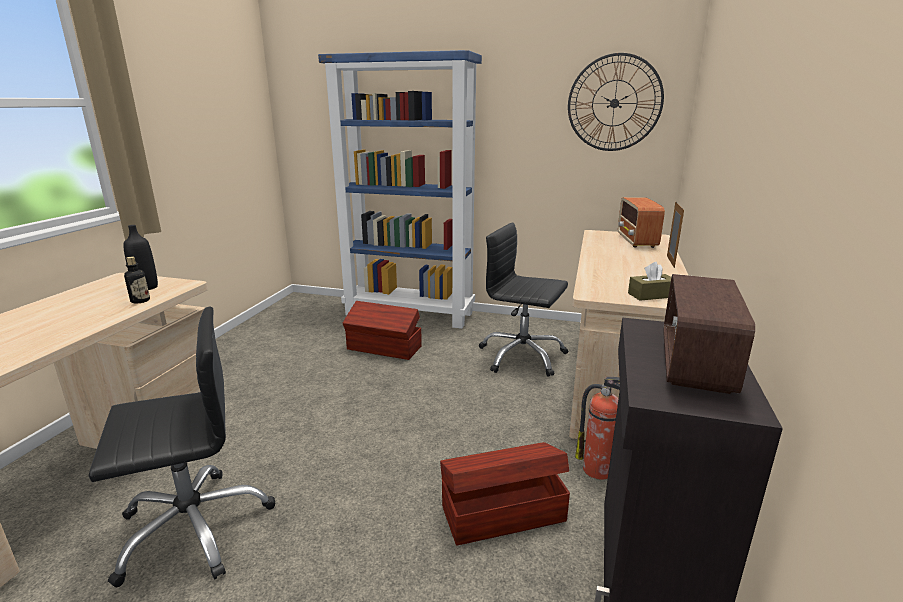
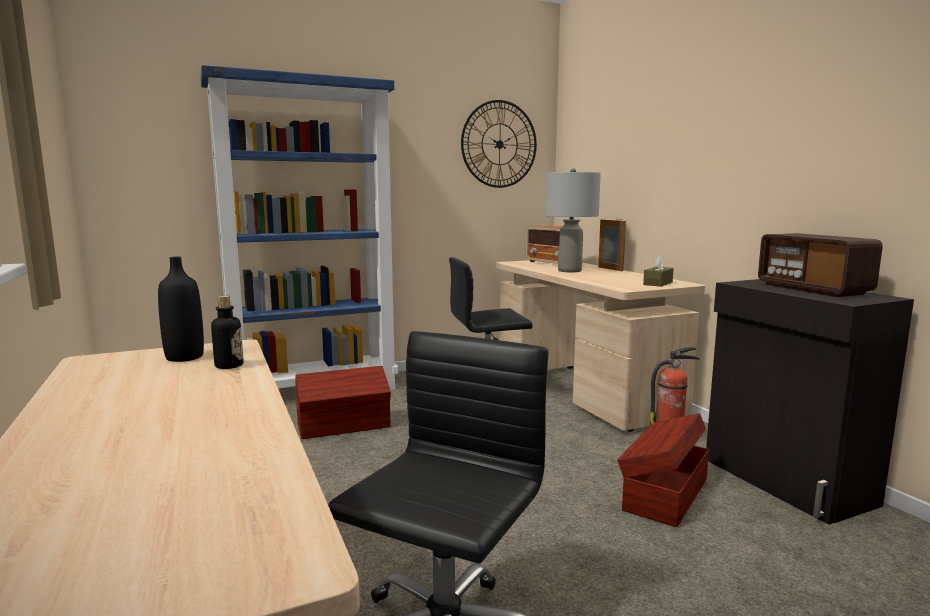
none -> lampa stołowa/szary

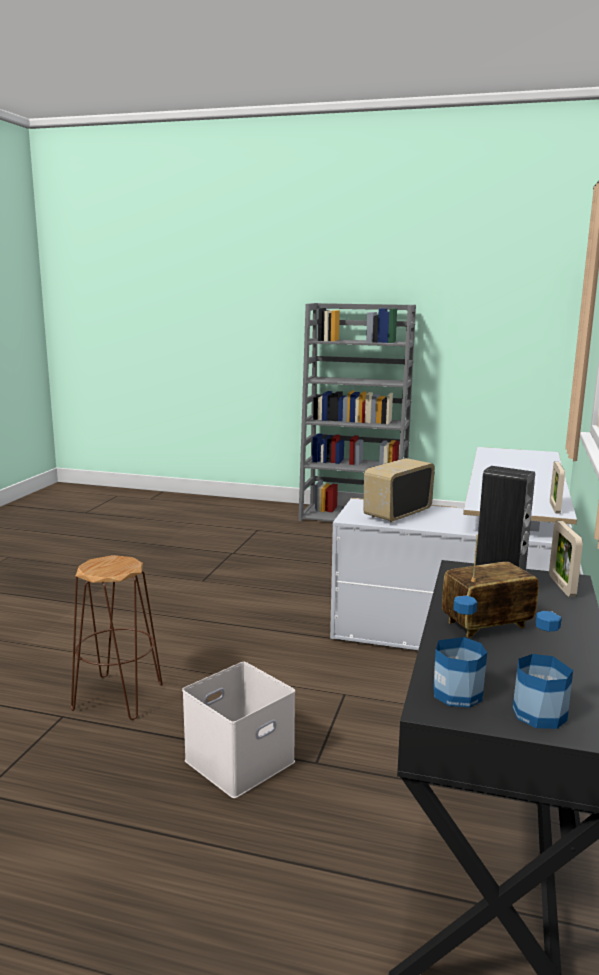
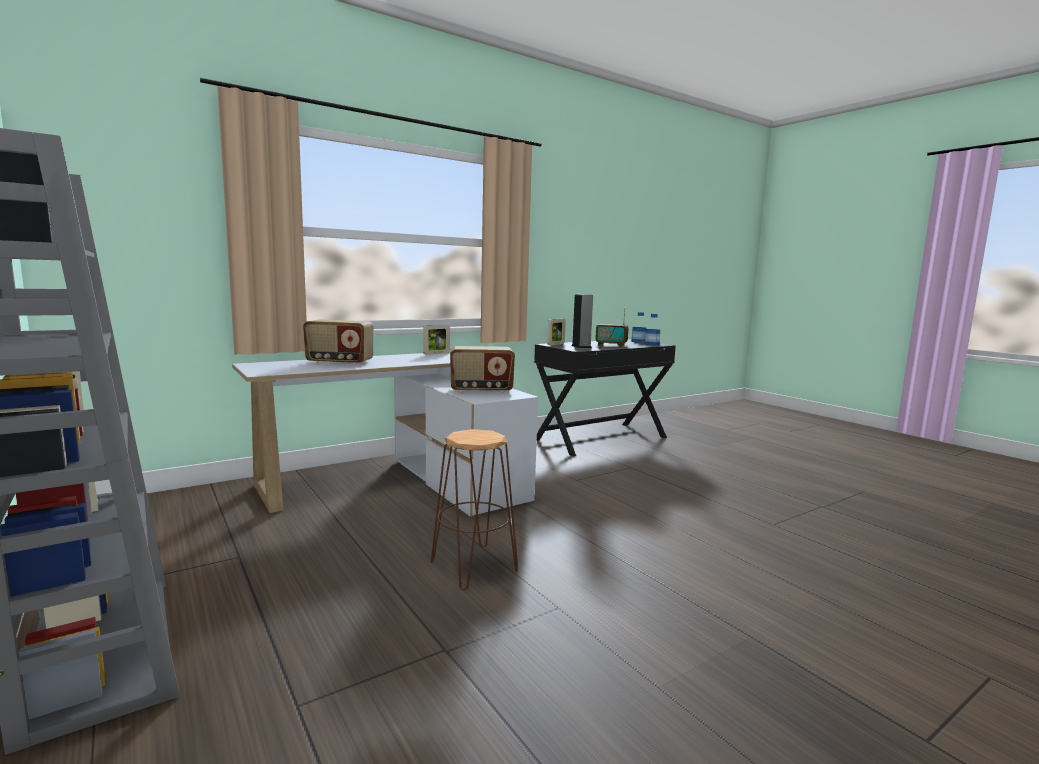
stołek/brązowy, move
pojemnik do przechowywania/biały -> none
none -> radio (1st from left)

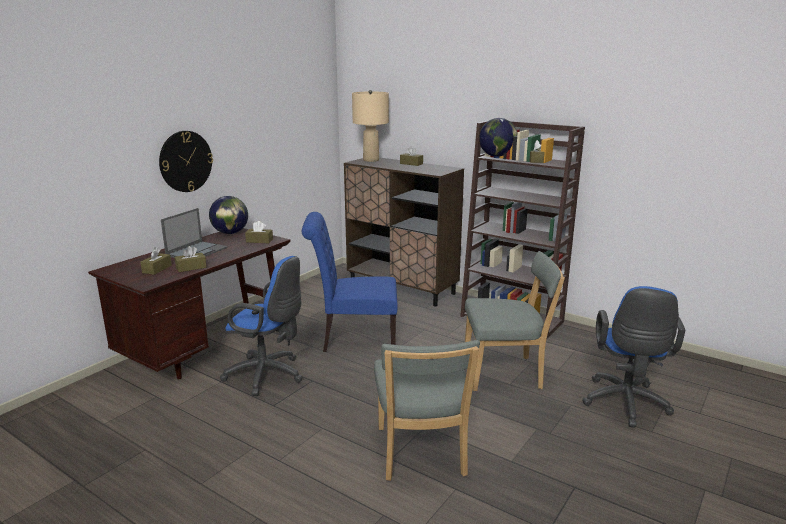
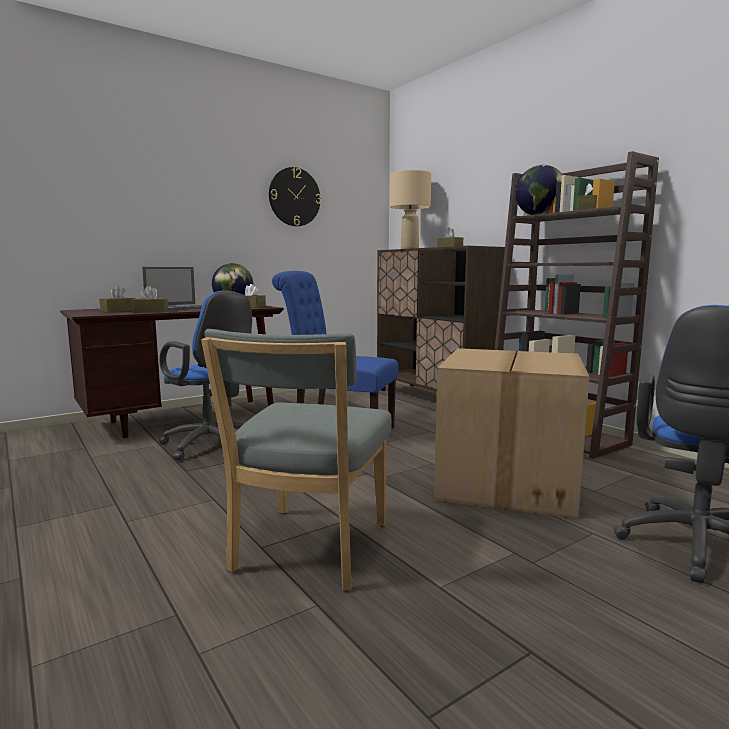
zegar ścienny, move
krzesło/szary (2nd from left) -> karton

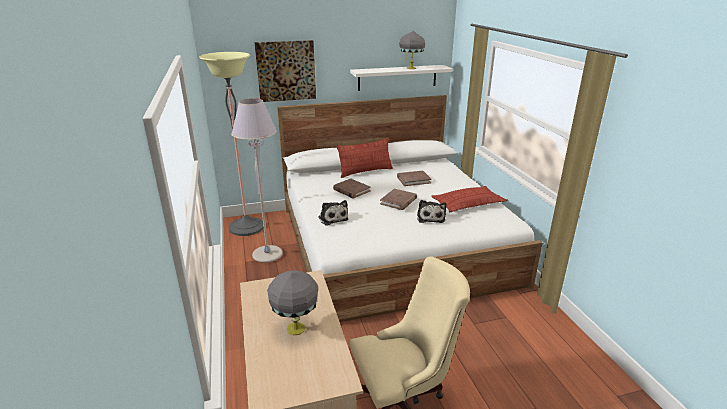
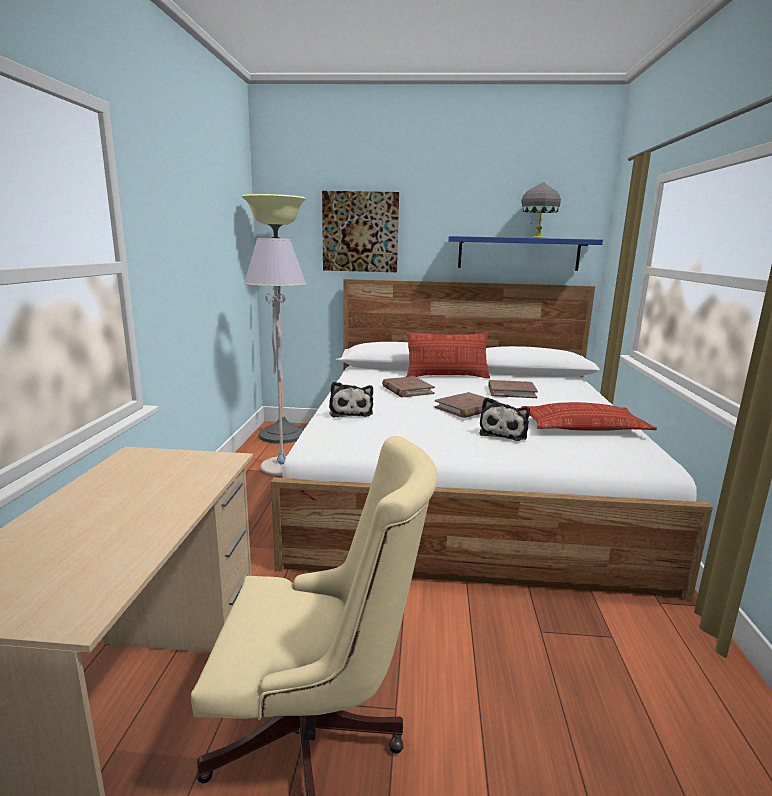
lampa stołowa/szary (1st from left) -> none
półka/biały -> półka/niebieski

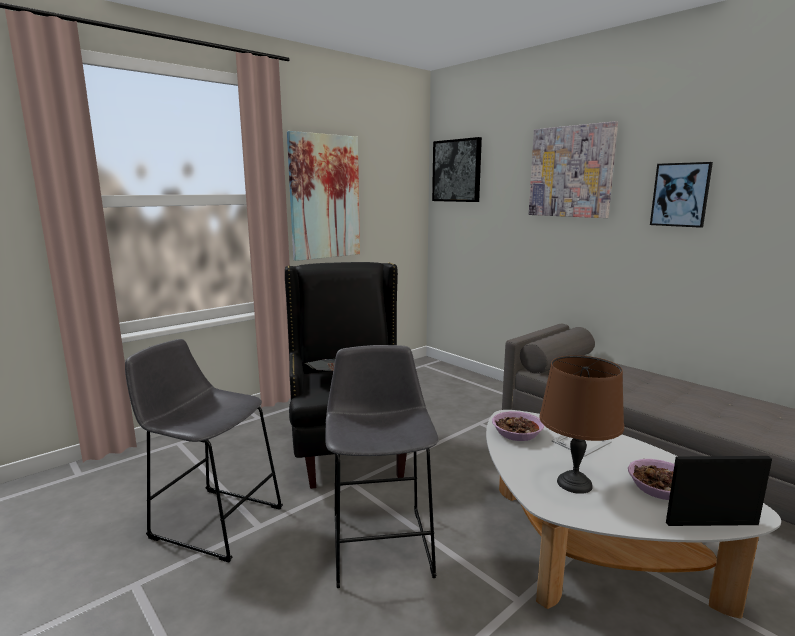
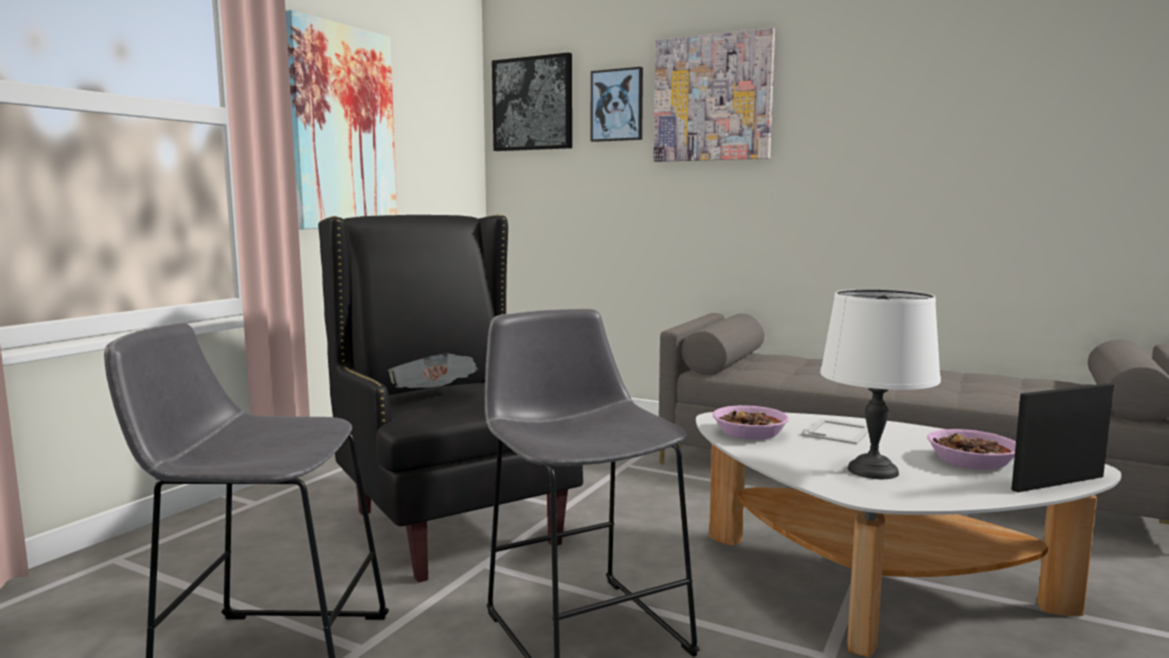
lampa stołowa/brązowy -> lampa stołowa/biały
obraz (4th from left in the first image) -> obraz (3rd from left), move

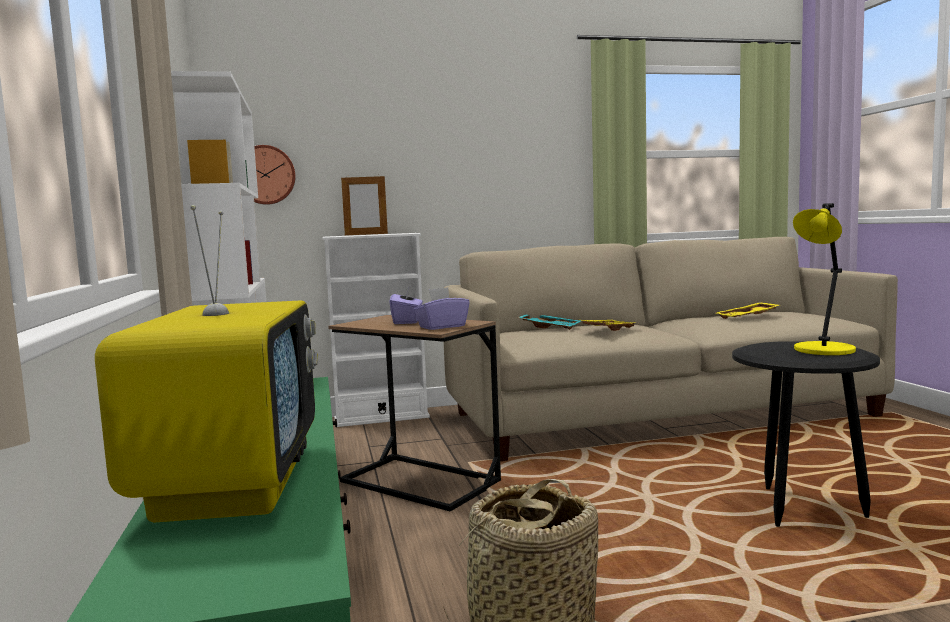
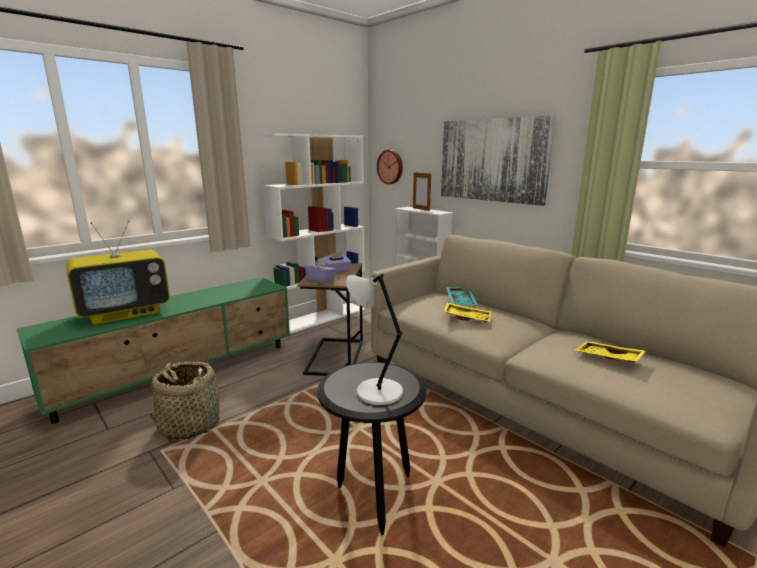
lampa stołowa/żółty -> lampa stołowa/szary
none -> obraz

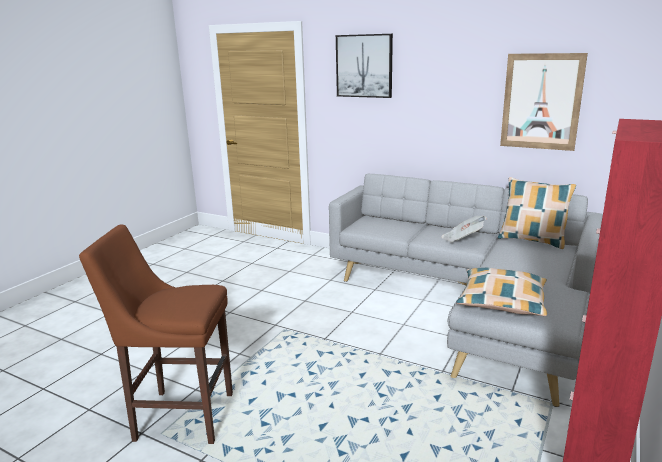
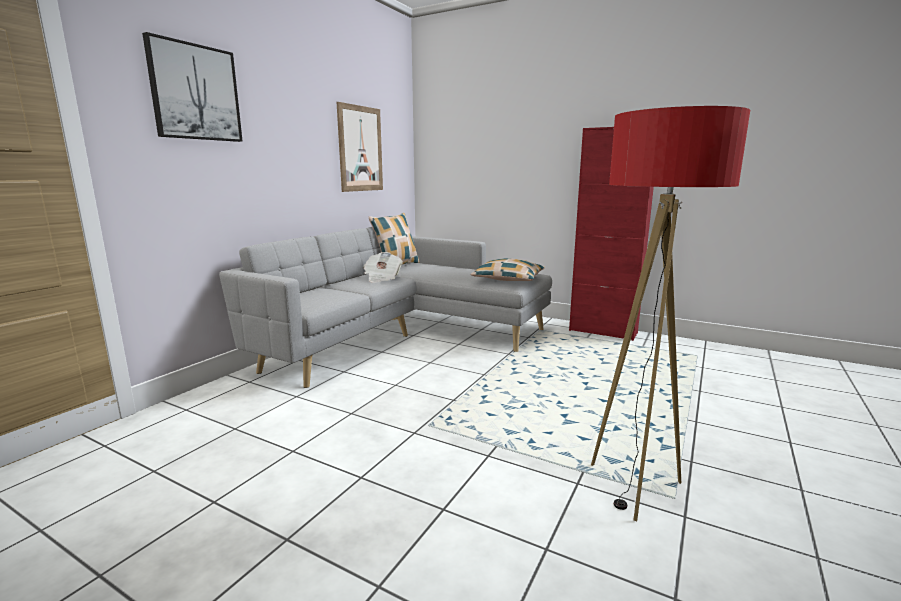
stołek/brązowy -> lampa stojąca

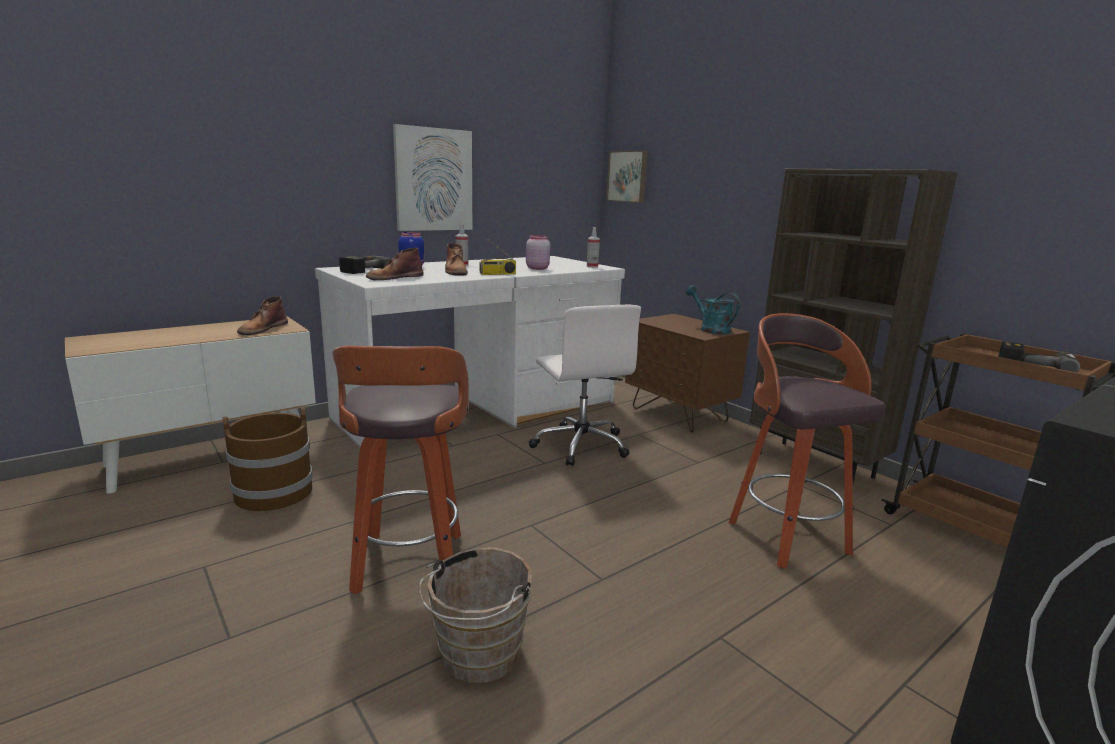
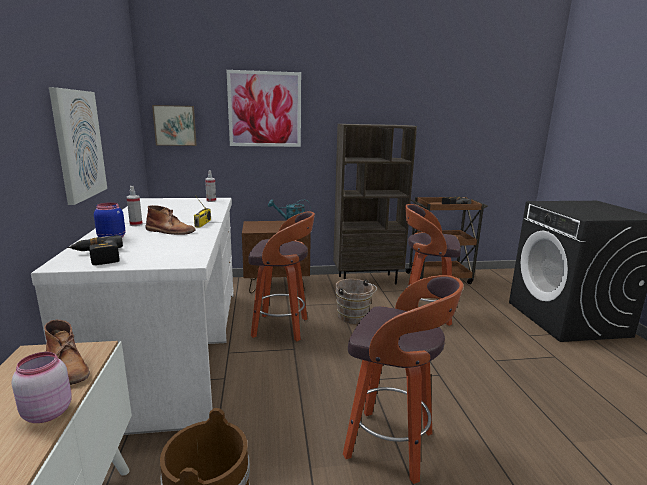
but z cholewką/brązowy (2nd from left) -> none
wiadro/brązowy (2nd from left), move
słoik/różowy, move
krzesło biurowe/biały -> stołek (1st from left)
none -> obraz (3rd from left)

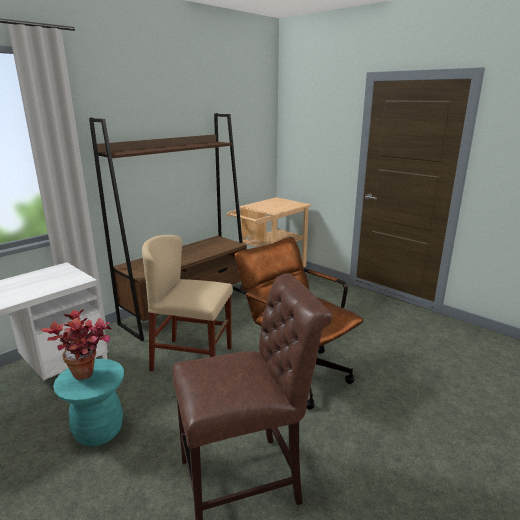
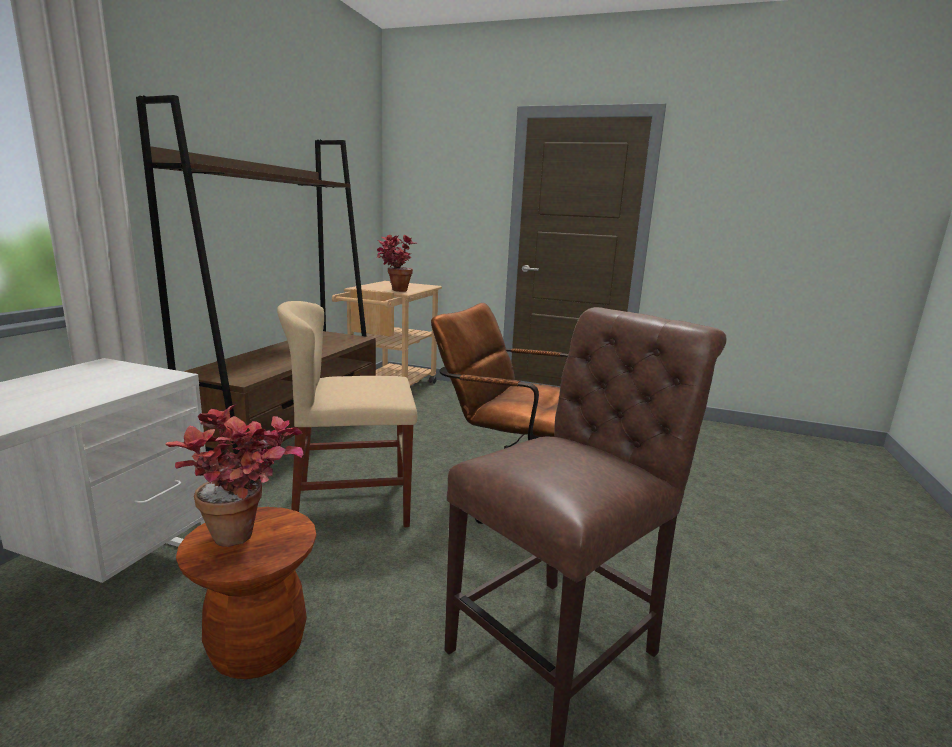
stołek/turkusowy -> stołek/brązowy
none -> roślina doniczkowa (2nd from left)

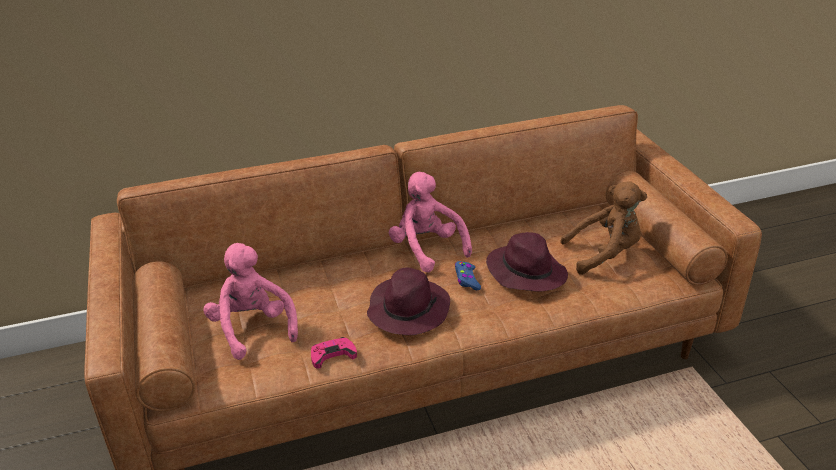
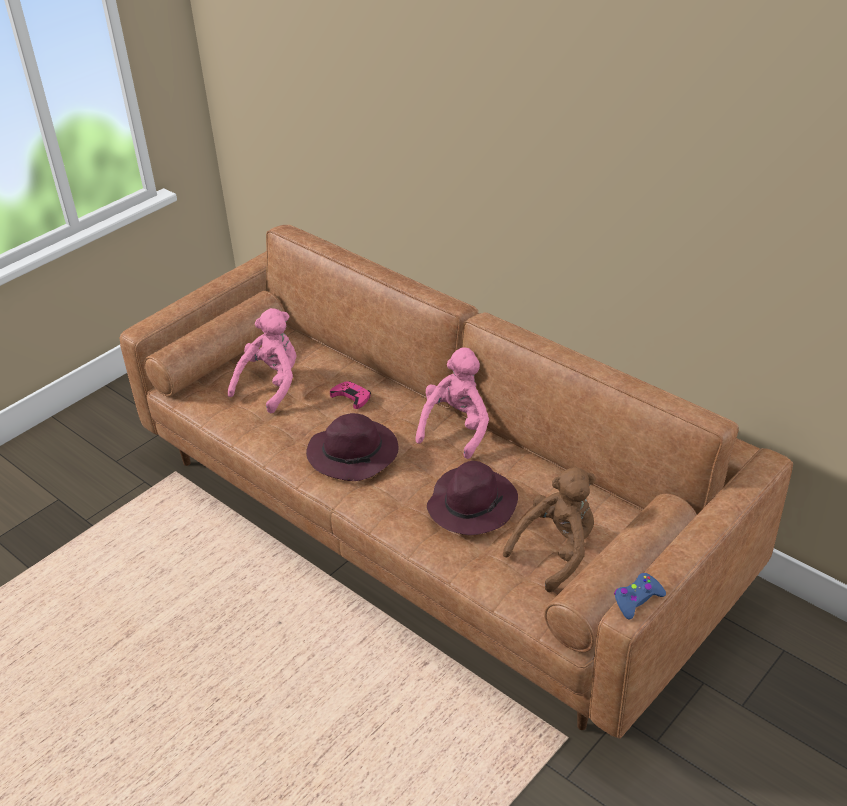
pad do gier/różowy, move
pad do gier/niebieski, move
pluszak/brązowy, 90 degrees counterclockwise

